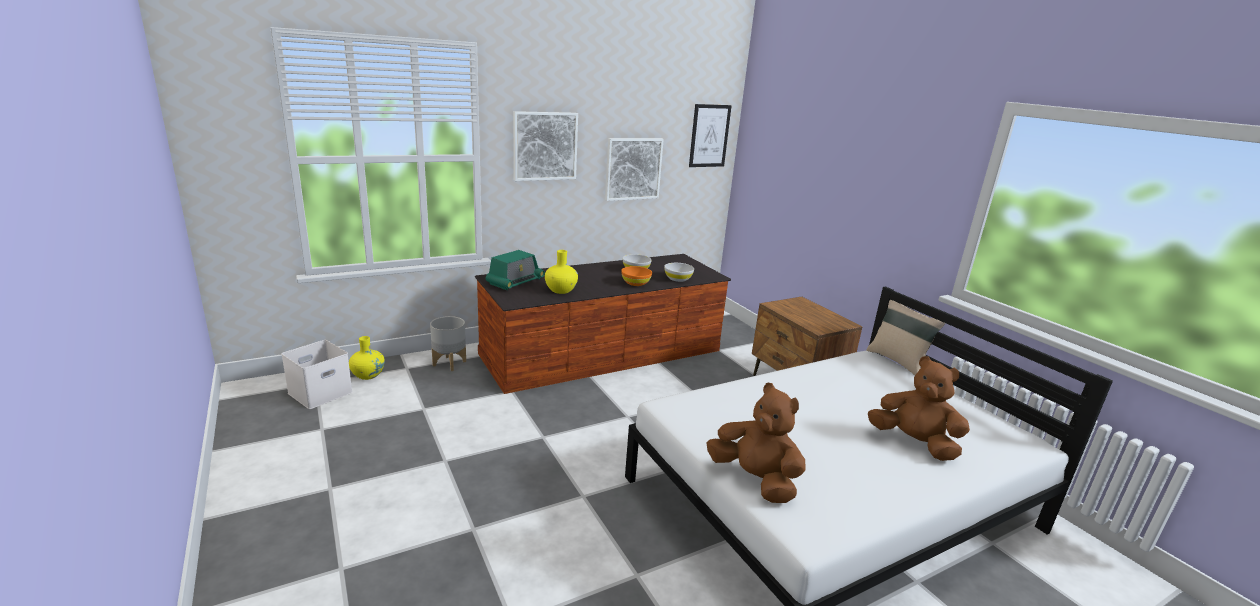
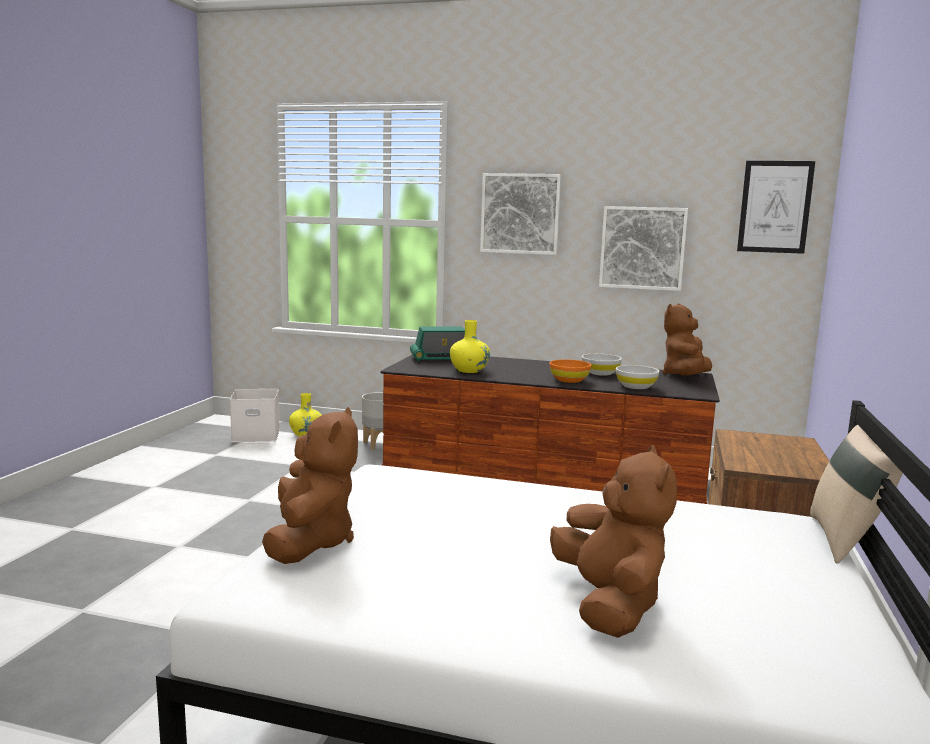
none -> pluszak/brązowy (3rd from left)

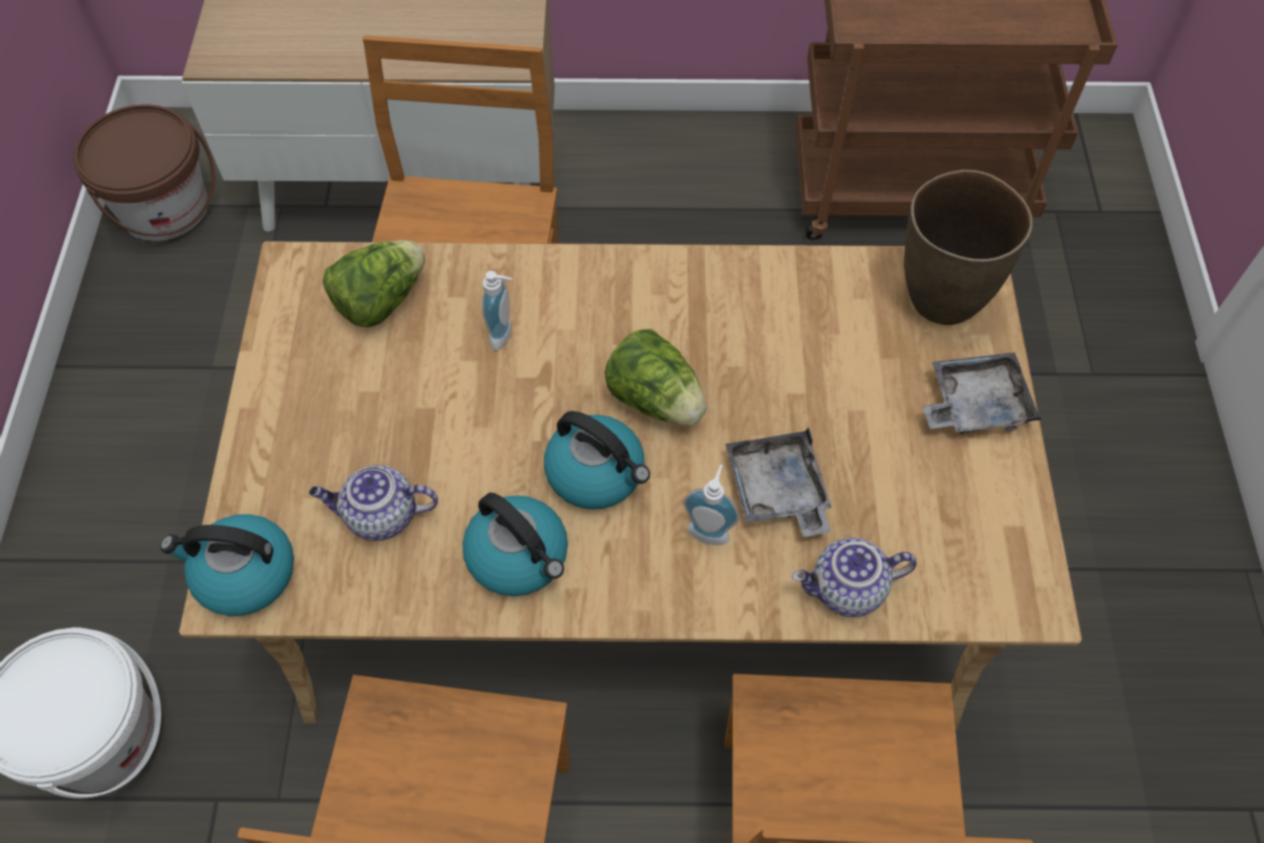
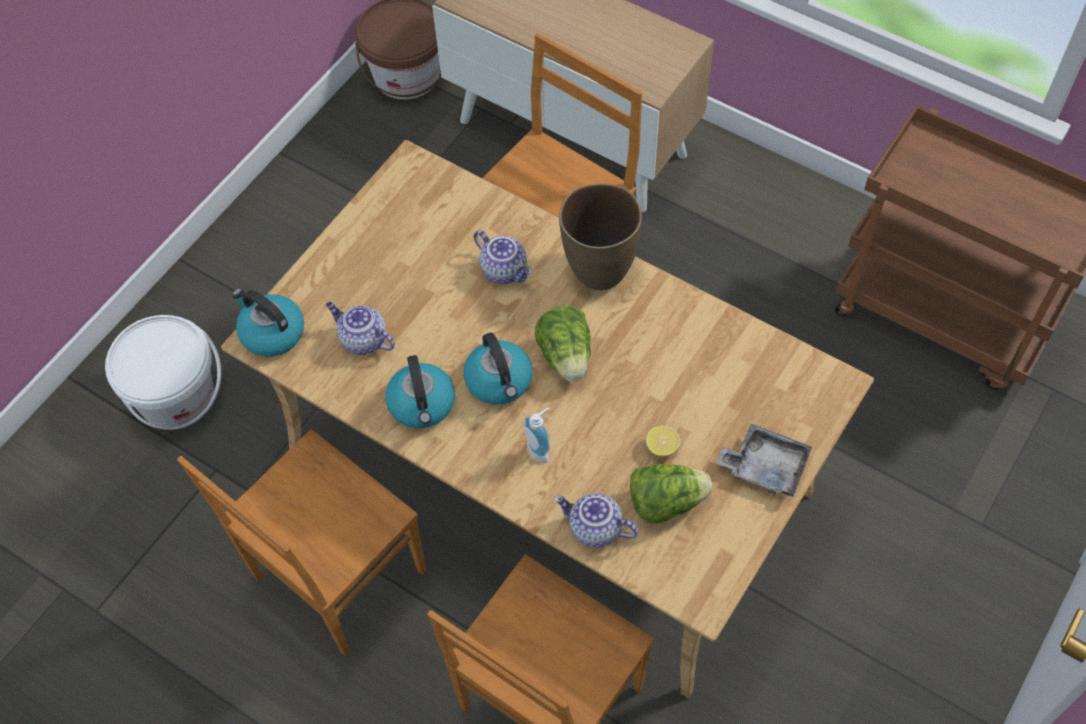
sałata (1st from left in the first image) -> sałata (2nd from left), move
dozownik mydła (1st from left) -> imbryk (2nd from left)
taca/szary (1st from left) -> none
wazon/brązowy, move
none -> cytryna

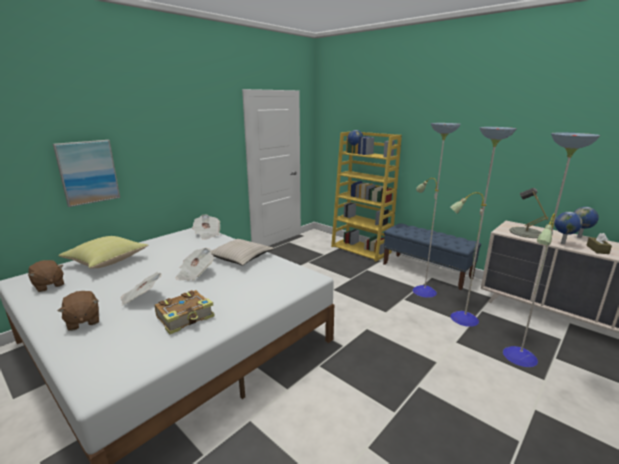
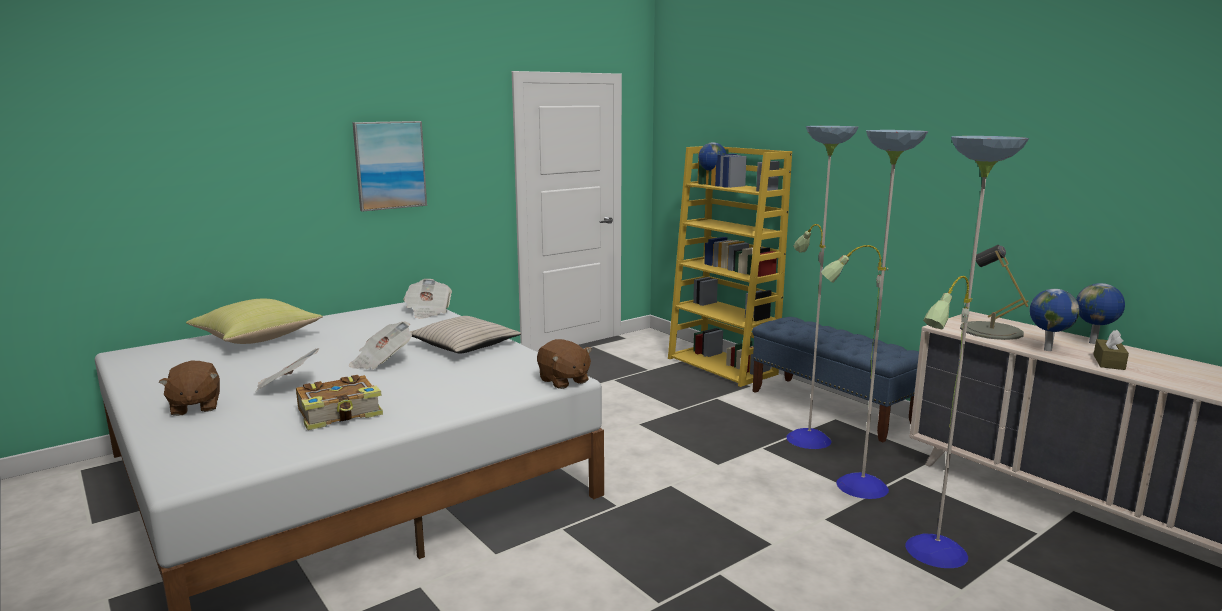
pluszak/brązowy (1st from left in the first image) -> pluszak/brązowy (2nd from left), move
obraz, move

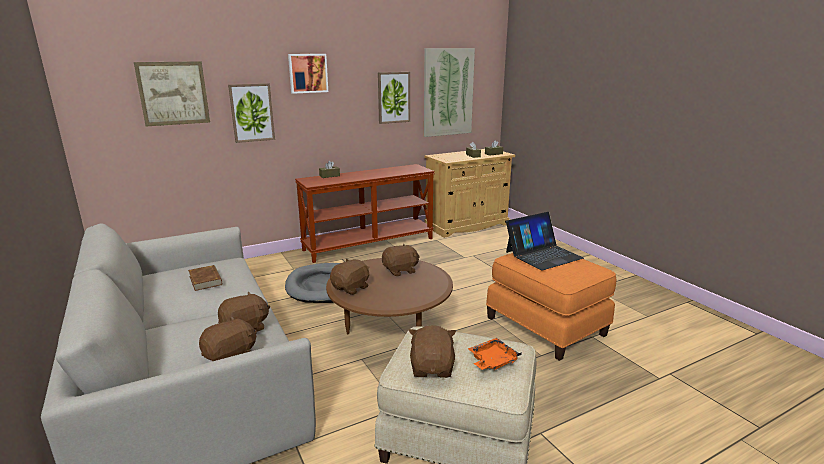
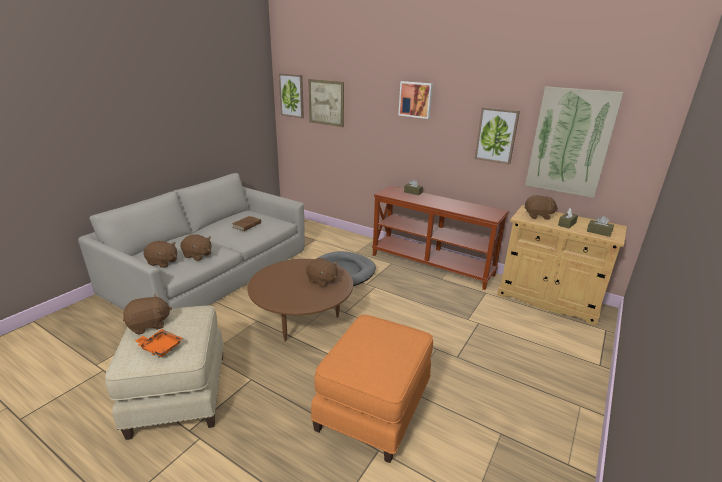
obraz (2nd from left in the first image) -> obraz (1st from left), move
pluszak/brązowy (3rd from left in the first image) -> pluszak/brązowy (5th from left), move
laptop -> none

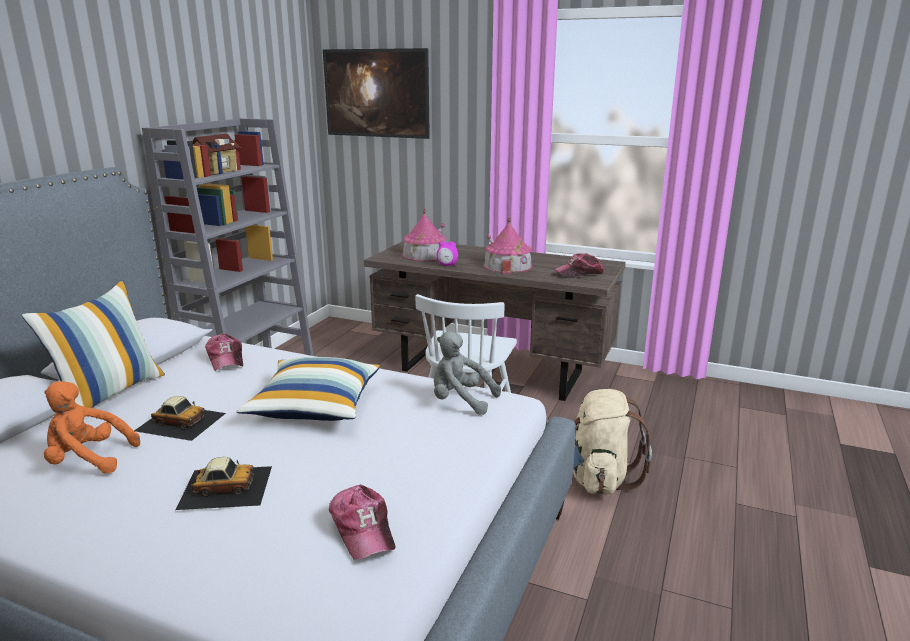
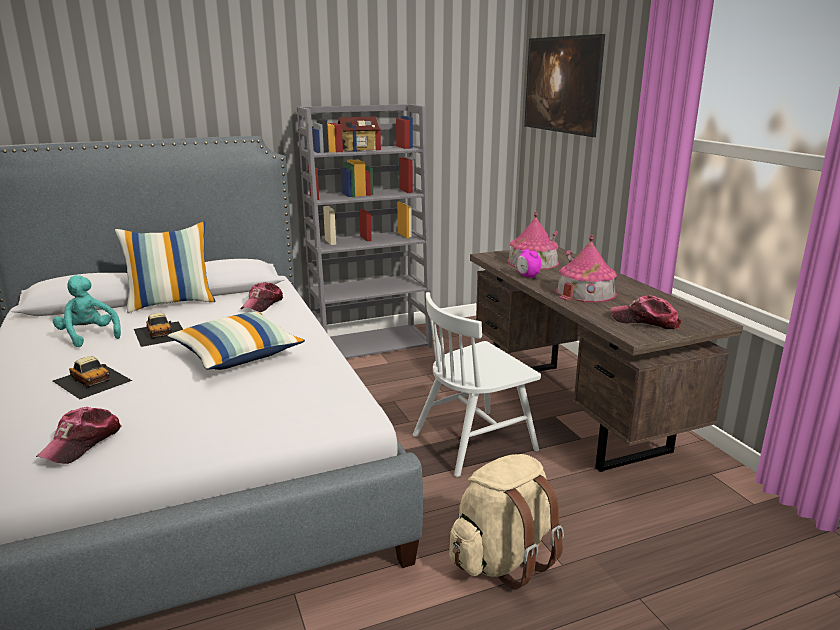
pluszak/pomarańczowy -> pluszak/turkusowy
pluszak/szary -> none

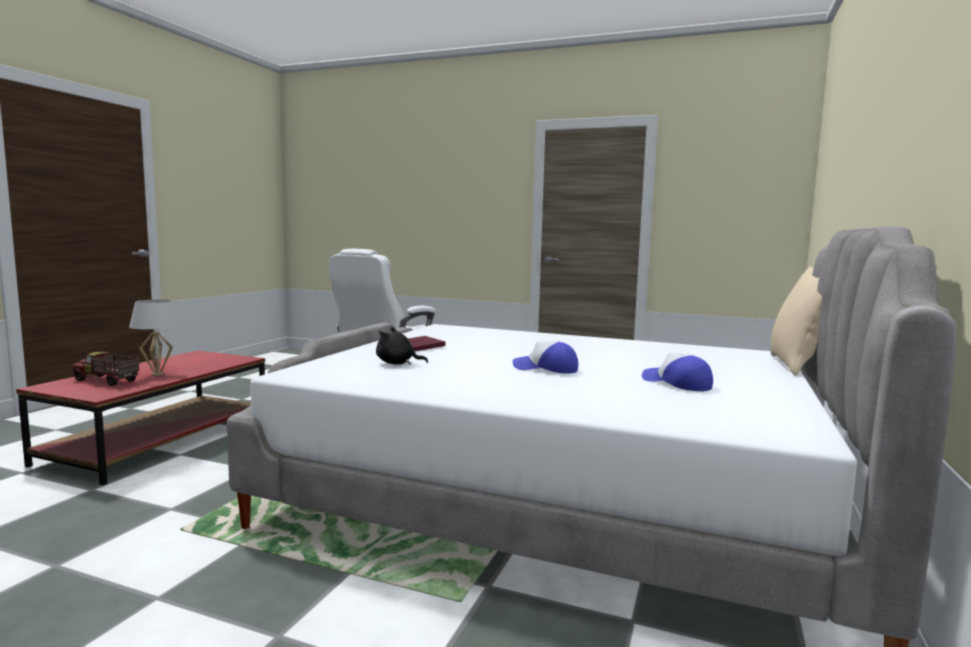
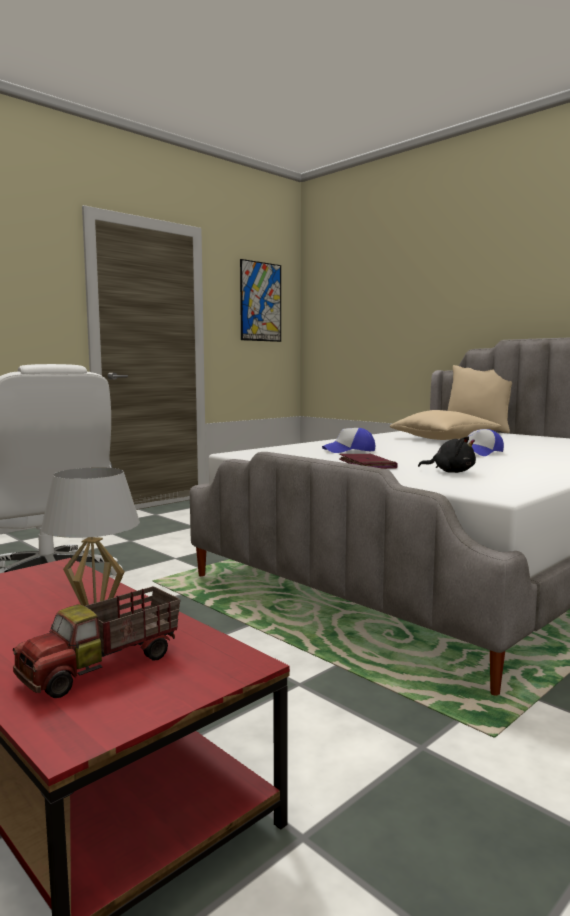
pluszak/czarny, 105 degrees counterclockwise
czapka z daszkiem (2nd from left in the first image) -> czapka z daszkiem (1st from left), move
none -> obraz
none -> poduszka/beżowy (1st from left)

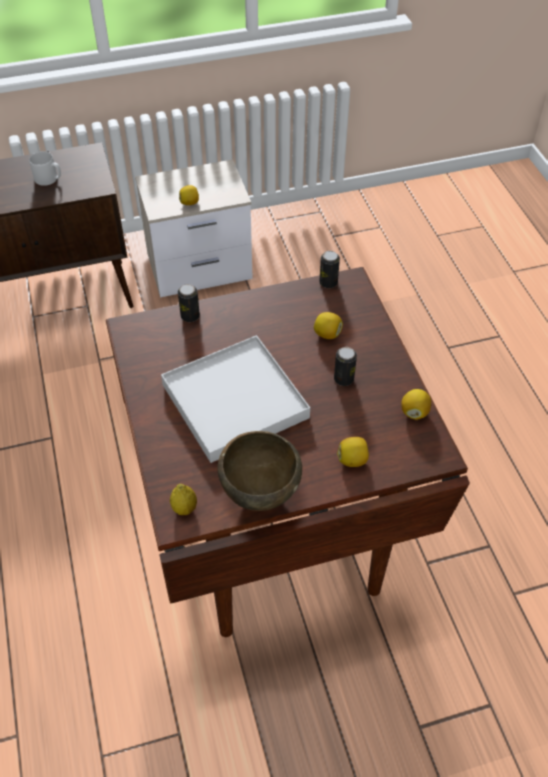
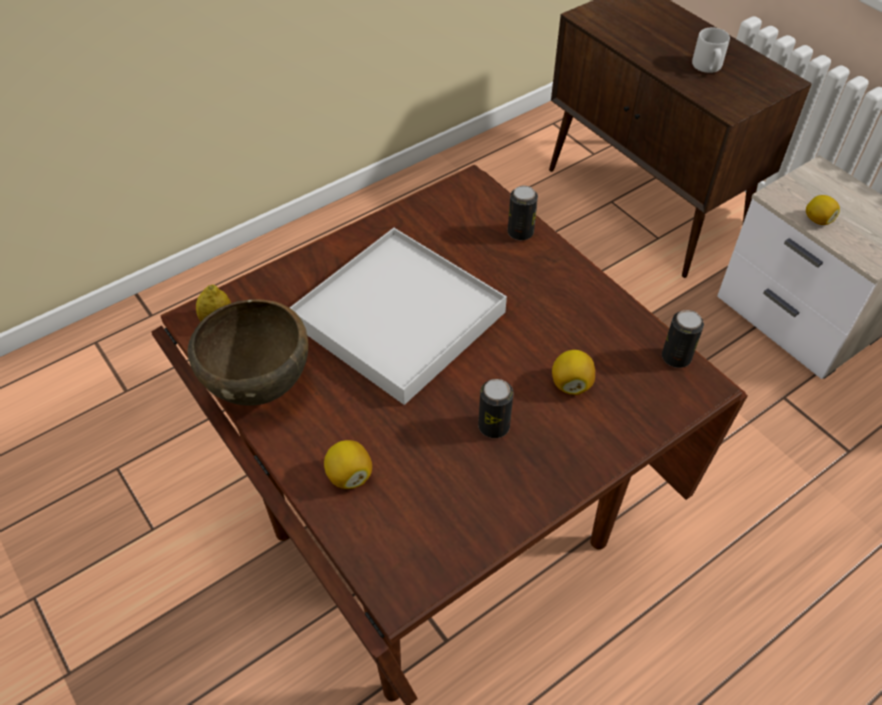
cytryna (5th from left) -> none

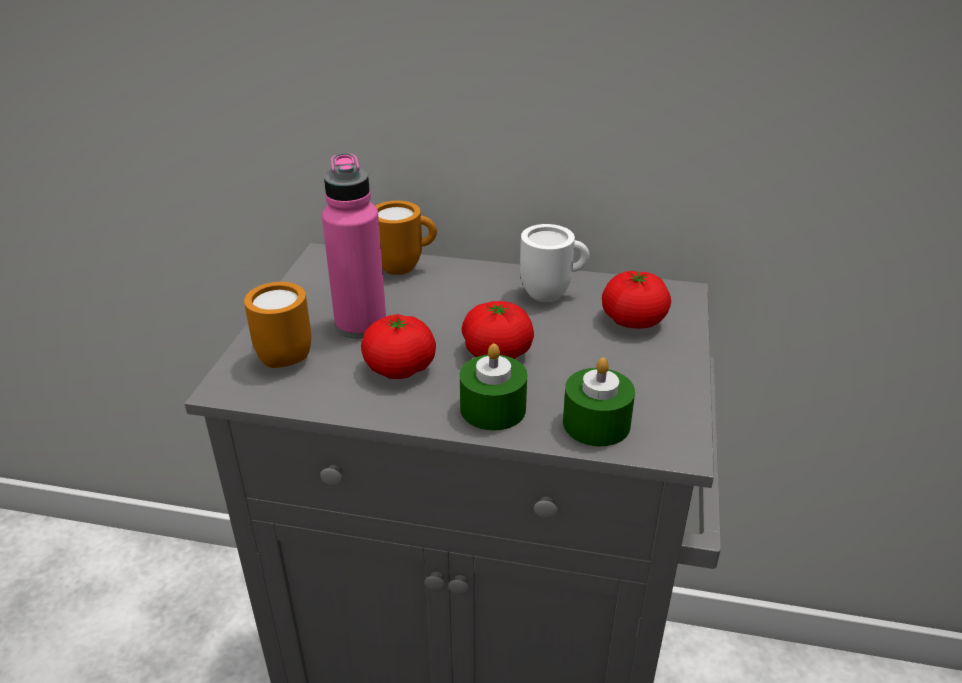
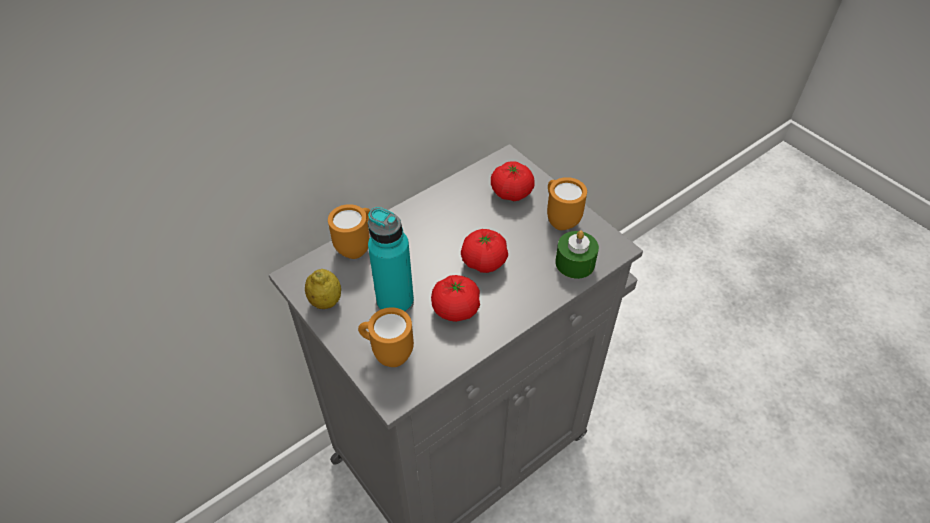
butelka/różowy -> butelka/turkusowy
świeca/zielony (1st from left) -> none
kubek/biały -> none
none -> cytryna
none -> kubek/pomarańczowy (3rd from left)

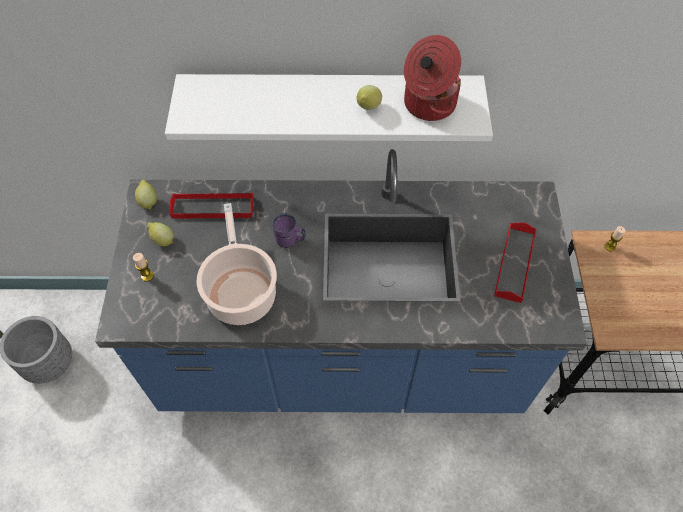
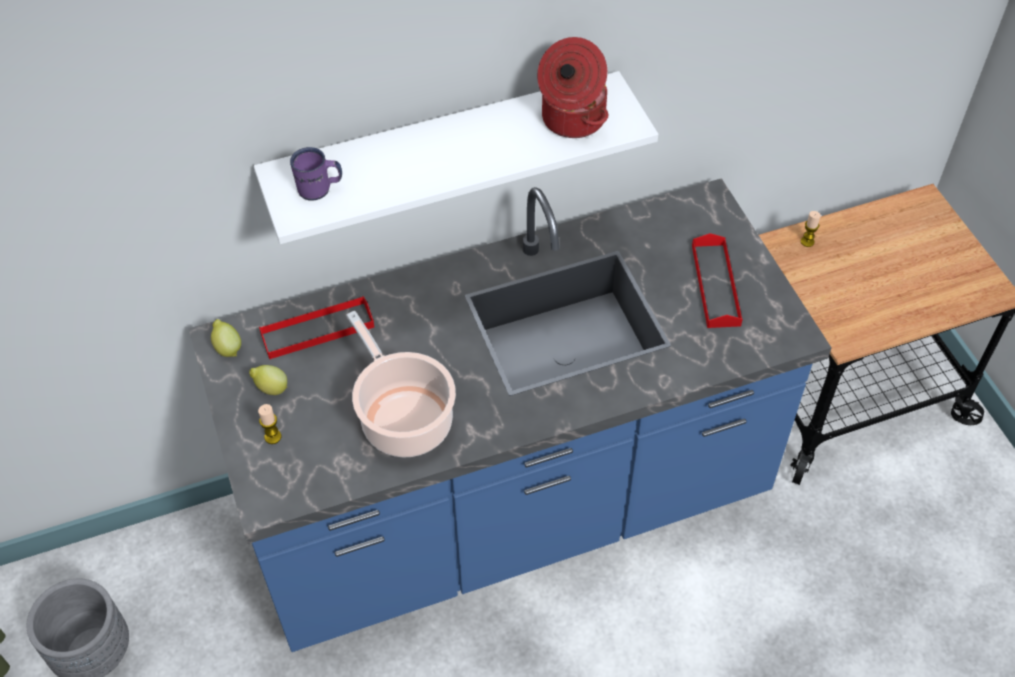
kubek/fioletowy, move
cytryna (3rd from left) -> none

